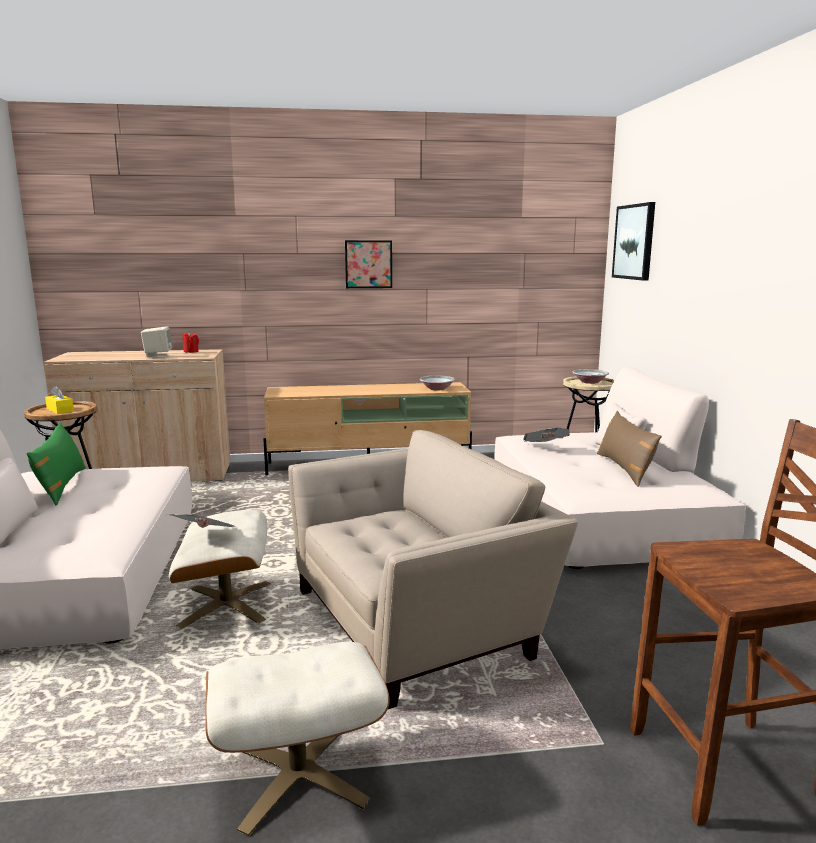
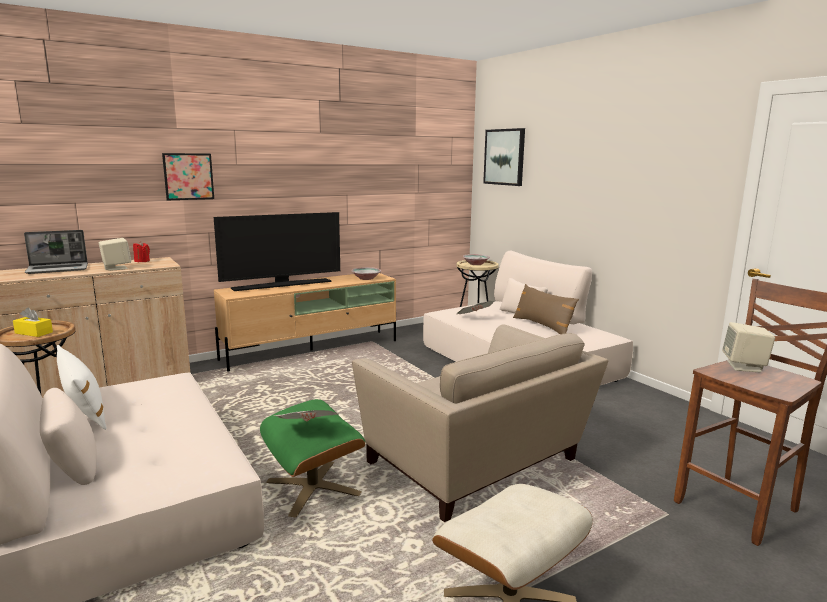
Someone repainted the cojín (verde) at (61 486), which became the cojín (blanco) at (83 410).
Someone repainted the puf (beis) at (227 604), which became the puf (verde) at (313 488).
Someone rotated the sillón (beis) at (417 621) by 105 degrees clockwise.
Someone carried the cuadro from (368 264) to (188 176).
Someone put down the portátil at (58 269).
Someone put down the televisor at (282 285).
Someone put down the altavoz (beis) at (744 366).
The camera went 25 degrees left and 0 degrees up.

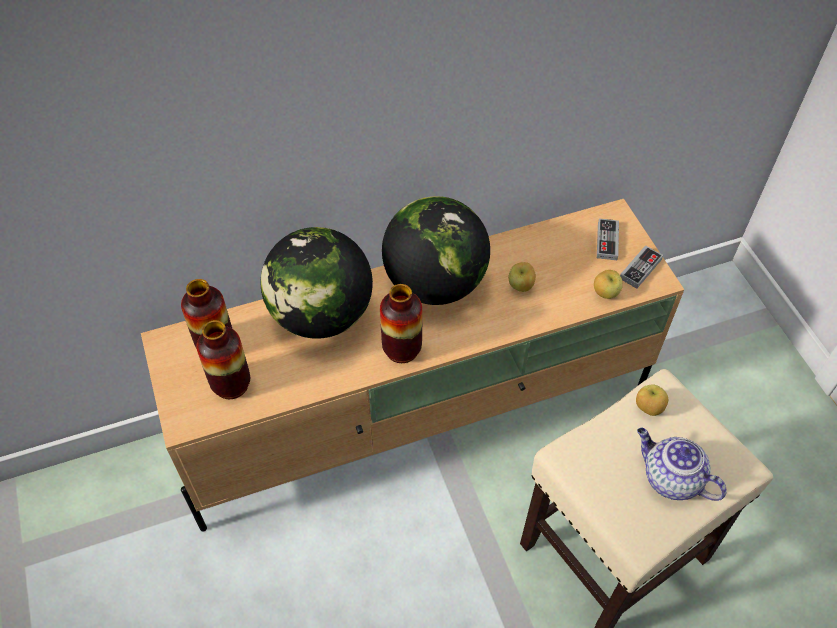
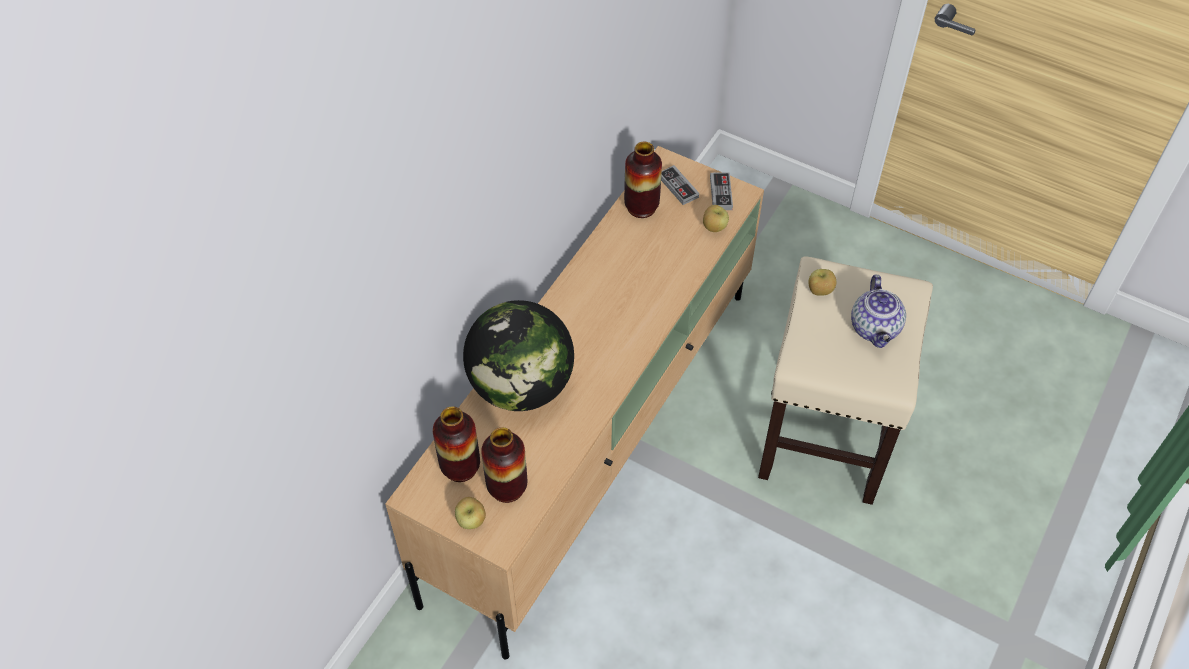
Someone carried the florero from (402 349) to (641 207).
Someone took away the globo terráqueo at (435 283).
Someone carried the manzana from (521 286) to (471 521).
Someone rotated the tetera at (670 478) by 90 degrees counterclockwise.
The camera went 40 degrees left and 0 degrees up.

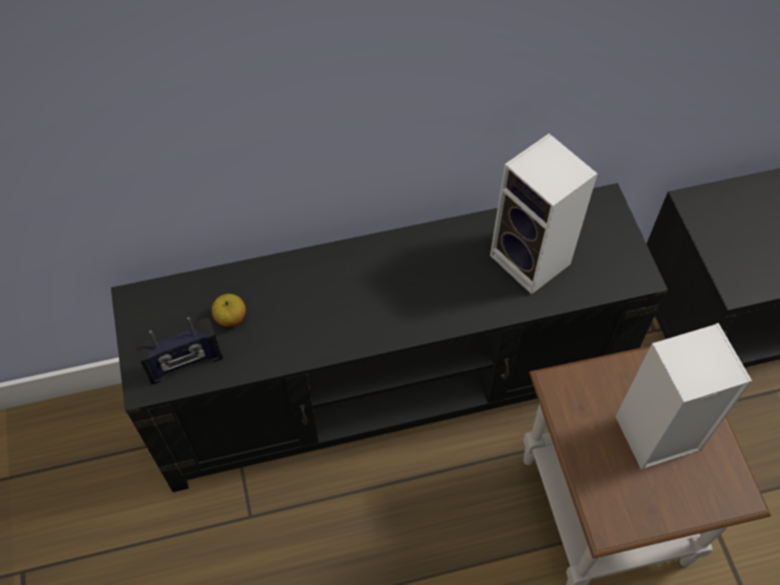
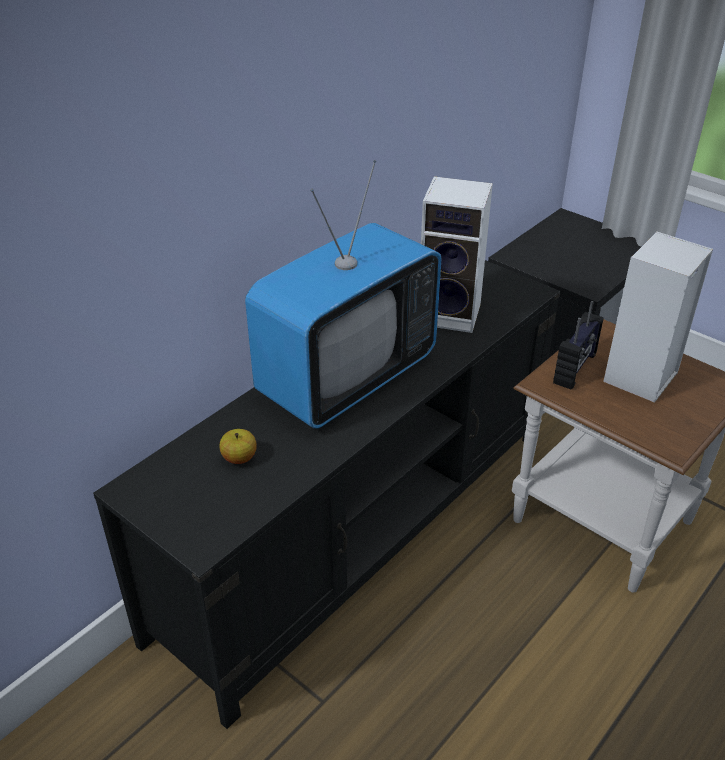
Someone carried the radio from (184 364) to (575 369).
Someone put down the televisor at (347 378).
The camera went 35 degrees left and 20 degrees down.

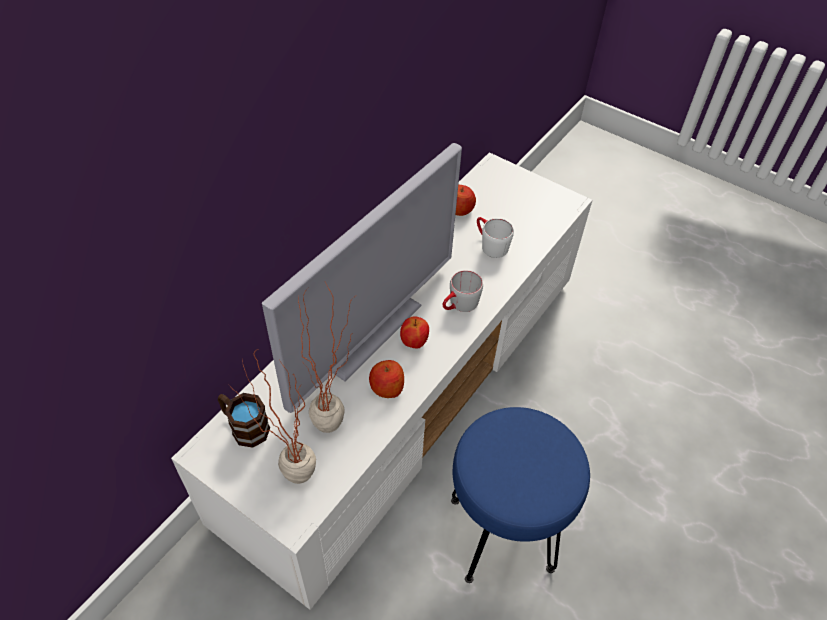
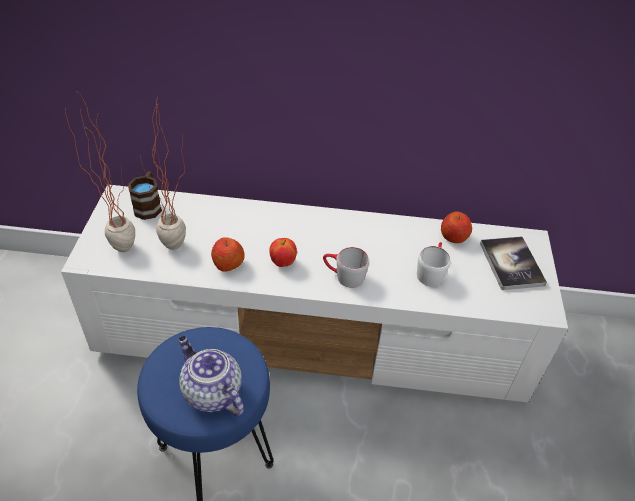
Someone took away the televisor at (368 331).
Someone put down the tetera at (211 392).
Someone put down the libro at (511 264).
The camera went 60 degrees right and 5 degrees down.

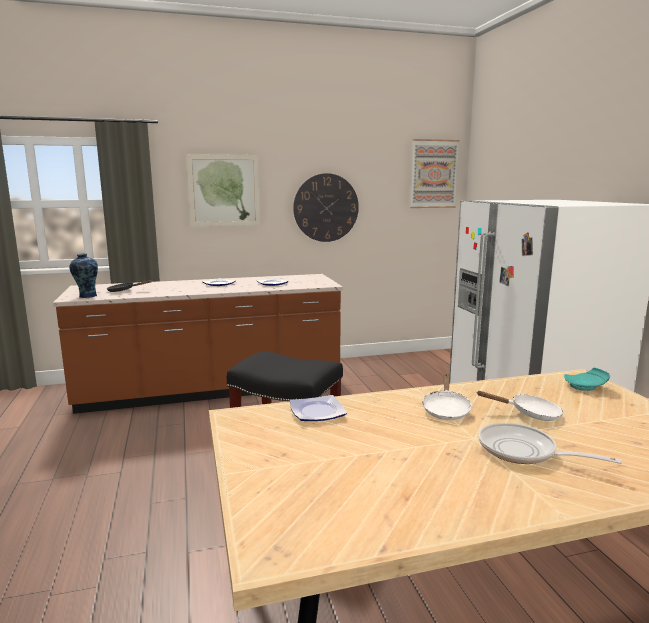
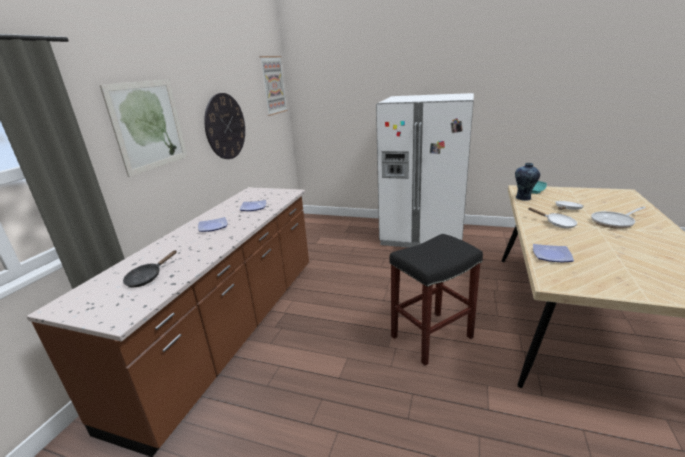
Someone carried the florero from (87 296) to (523 198).
The camera went 55 degrees left and 10 degrees up.

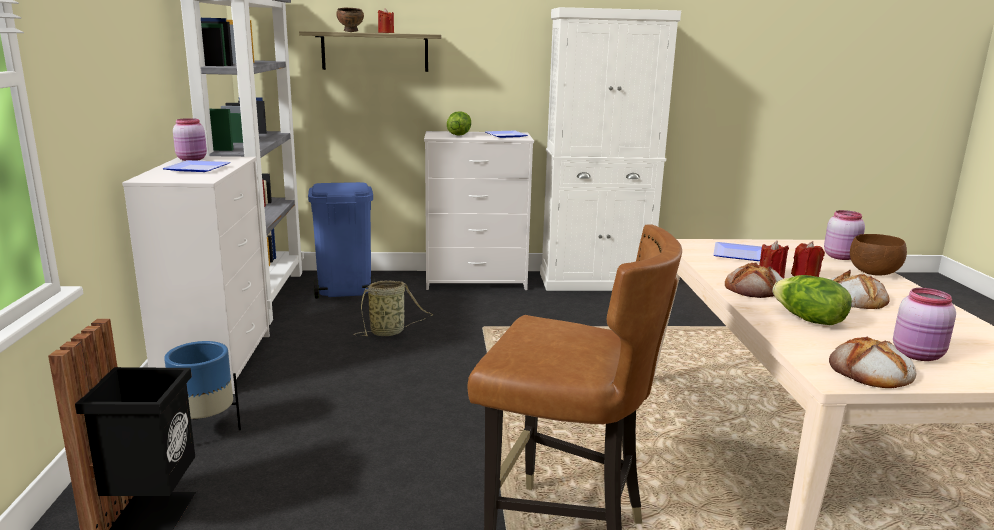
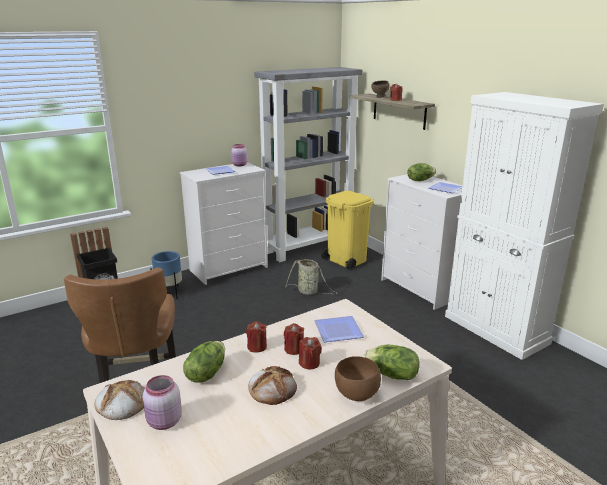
Someone repainted the papelera (azul) at (344 289), which became the papelera (amarillo) at (346 260).
Someone swapped the pan at (755 289) for the vela (rojo) at (257 347).
Someone swapped the tarro (rosa) at (841 257) for the lechuga at (392 375).
The camera went 60 degrees right and 5 degrees up.

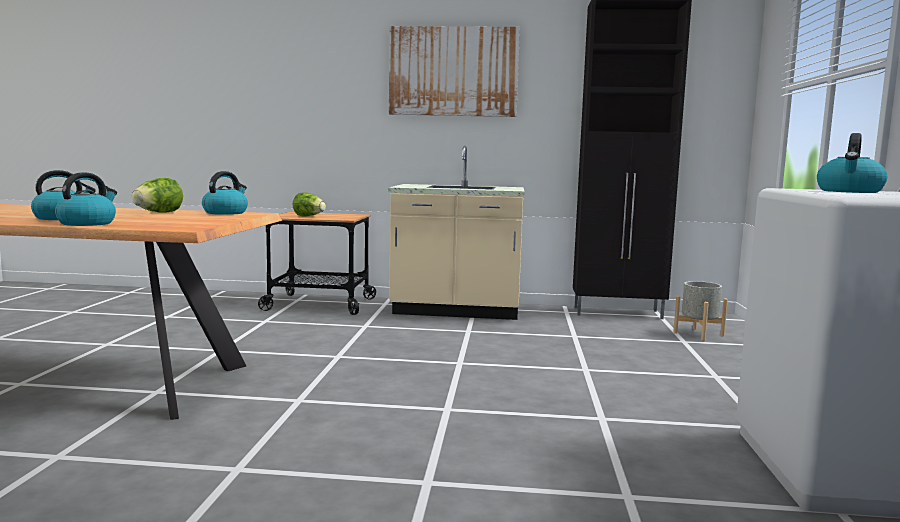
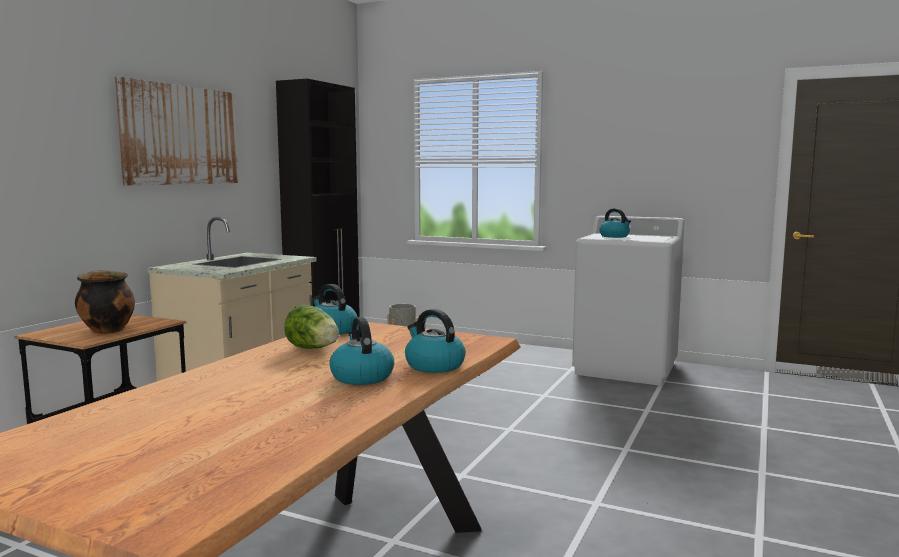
Someone swapped the lechuga at (309 216) for the olla at (106 331).
The camera went 70 degrees left and 0 degrees up.

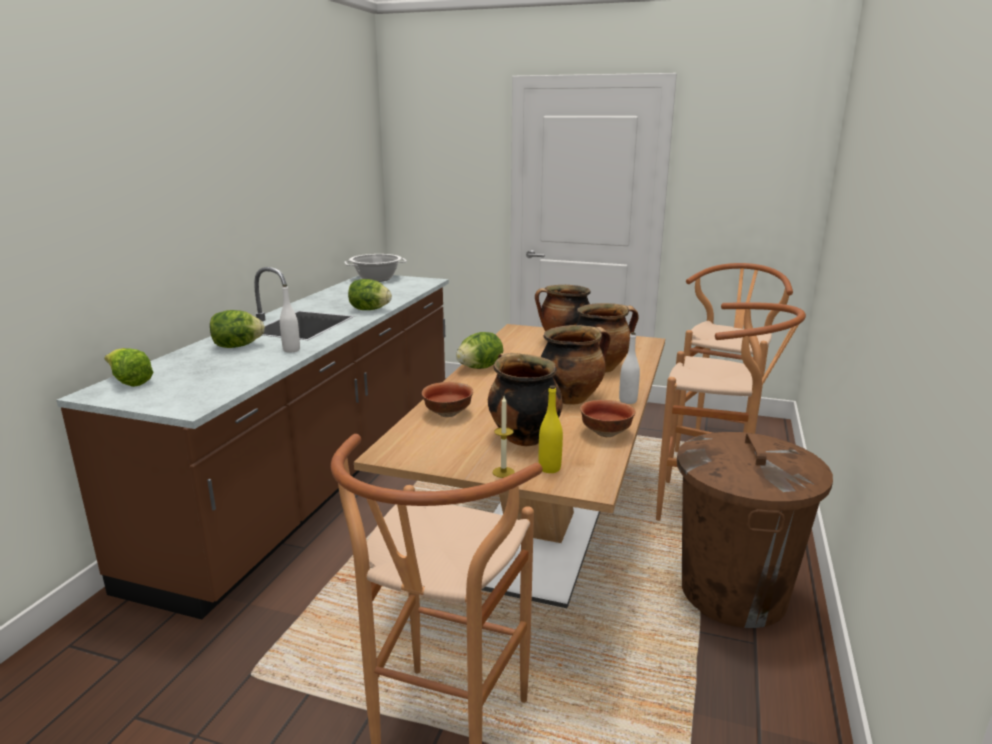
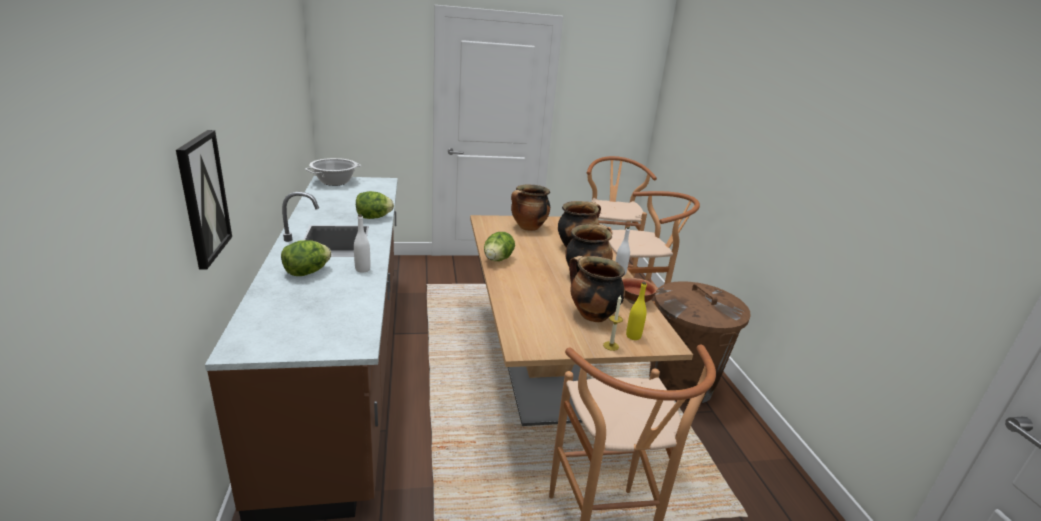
Someone took away the lechuga at (129 382).
Someone took away the cuenco at (448 414).
Someone put up the cuadro at (203 198).
The camera went 30 degrees left and 5 degrees up.

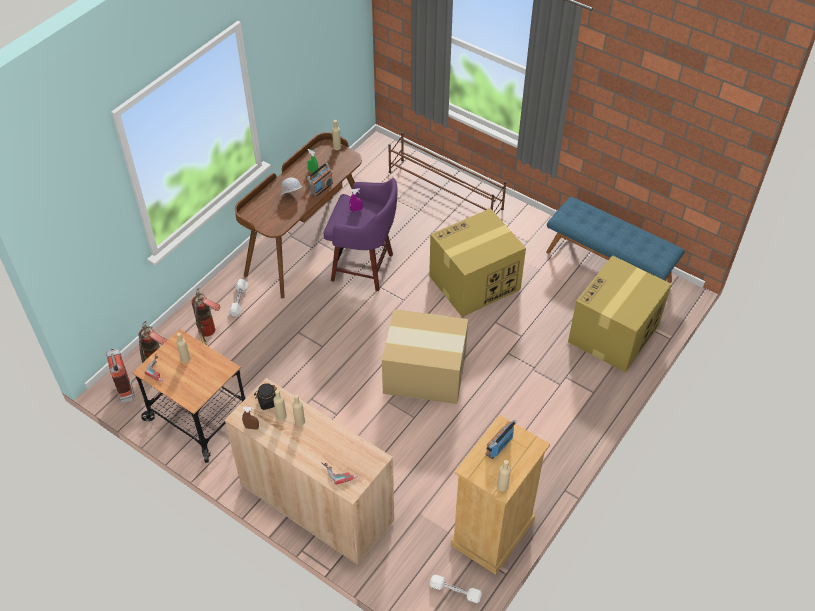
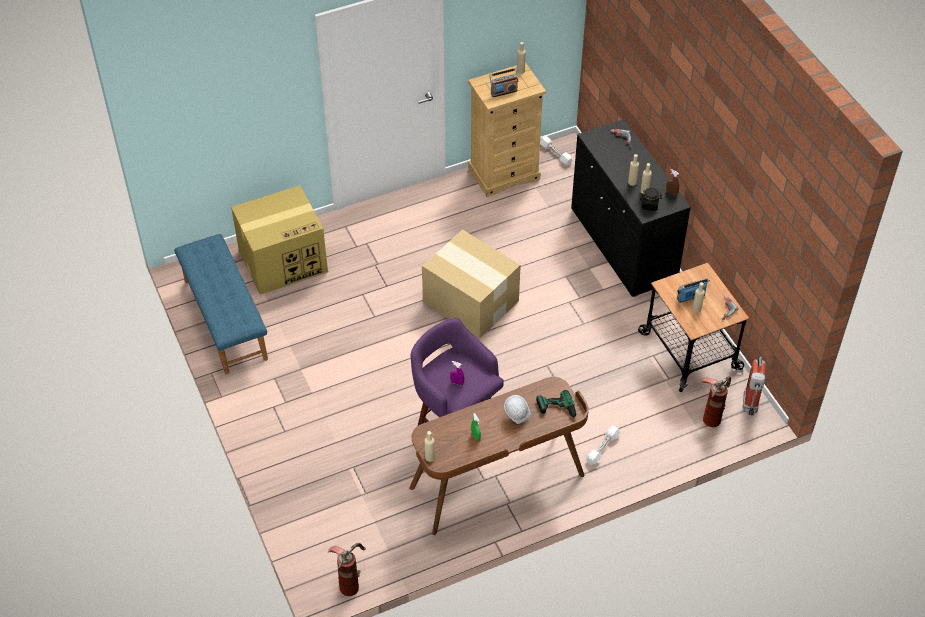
Someone carried the extintor from (208 335) to (350 580).
Someone repainted the armario (beis) at (317 503), which became the armario (negro) at (623 245).
Someone carried the radio from (321 188) to (691 296).
Someone took away the zapatero (marrón) at (445 191).
Someone took away the caja de cartón at (473 283).
Someone put down the taladro at (558 412).
The camera went 150 degrees left and 0 degrees up.

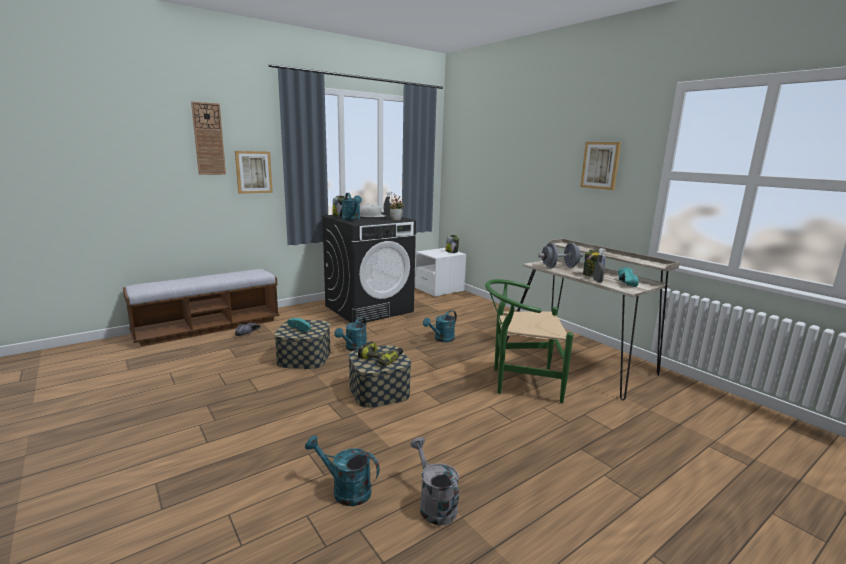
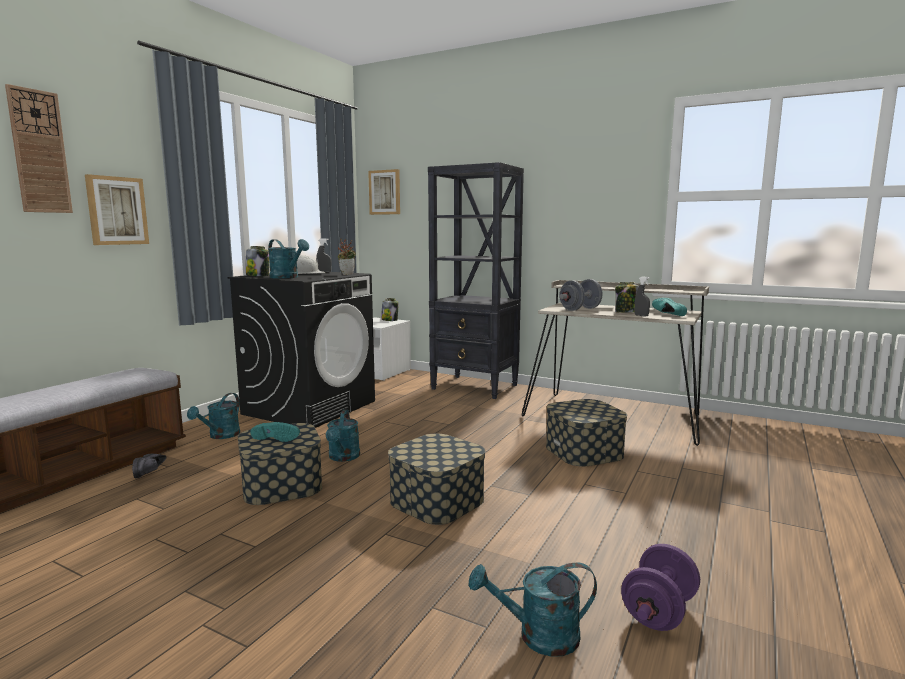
Someone took away the taladro at (381 358).
Someone swapped the regadera (gris) at (434 504) for the mancuerna (morado) at (658 611).
Someone carried the regadera (turquesa) from (441 339) to (220 436).
Someone swapped the silla (verde) at (519 382) for the caja de almacenaje at (584 451).
Someone carried the cuadro from (600 165) to (385 192).
Someone put down the estantería (negro) at (475 387).
The camera went 25 degrees left and 5 degrees down.

